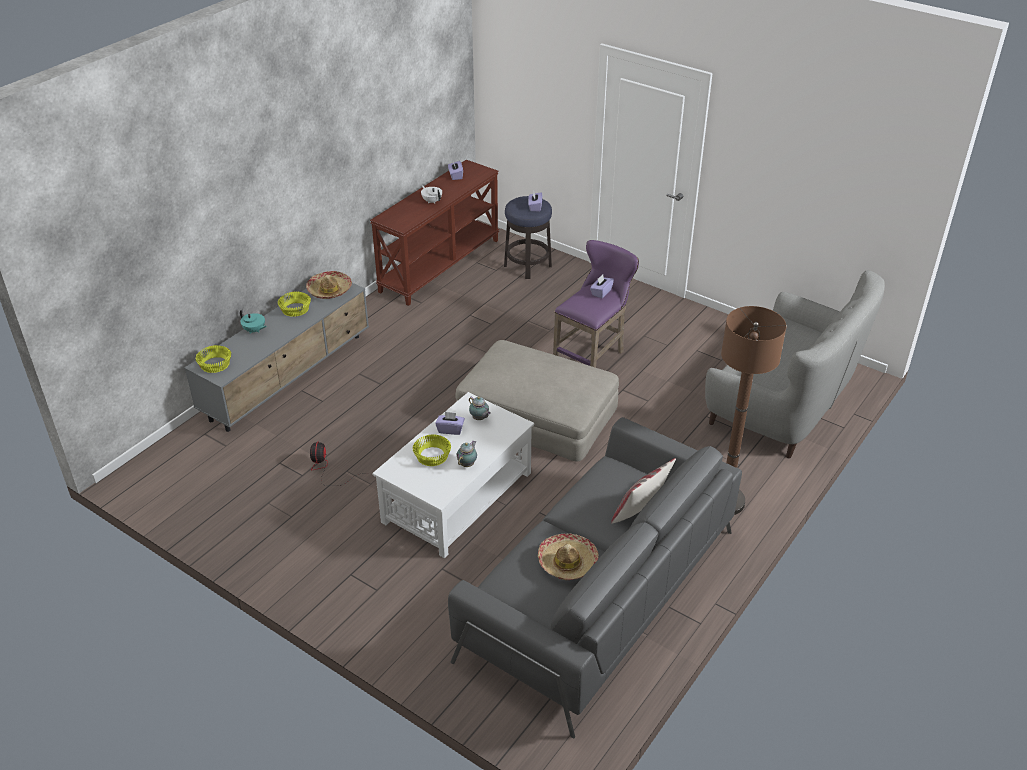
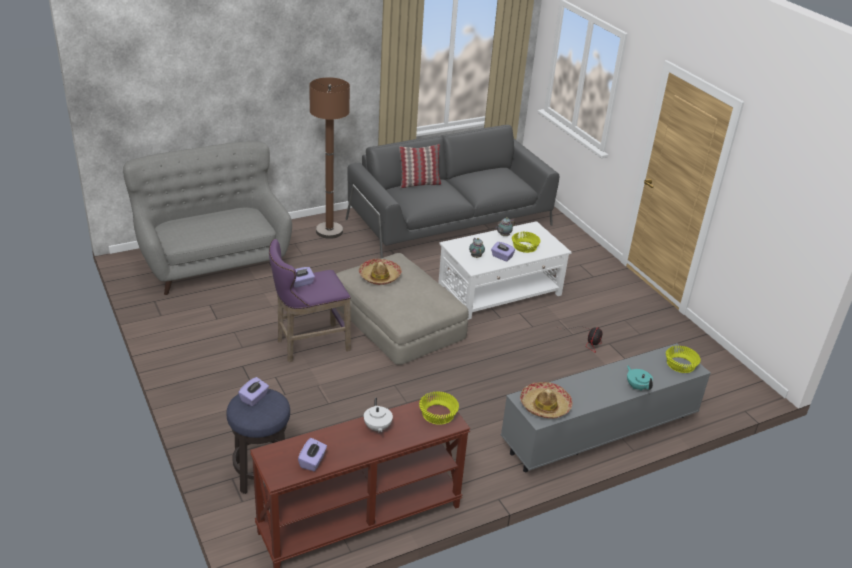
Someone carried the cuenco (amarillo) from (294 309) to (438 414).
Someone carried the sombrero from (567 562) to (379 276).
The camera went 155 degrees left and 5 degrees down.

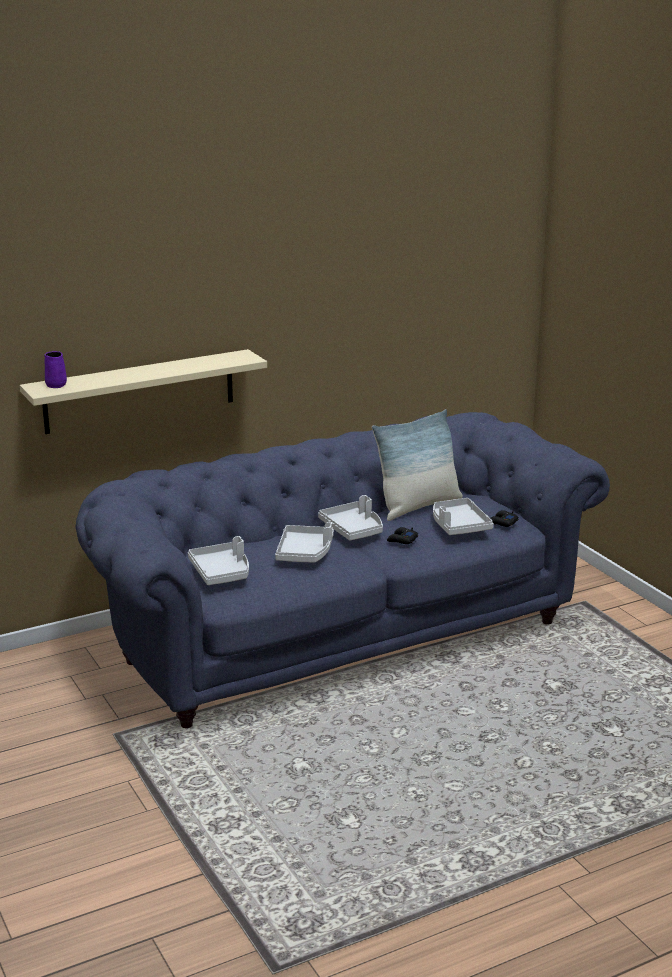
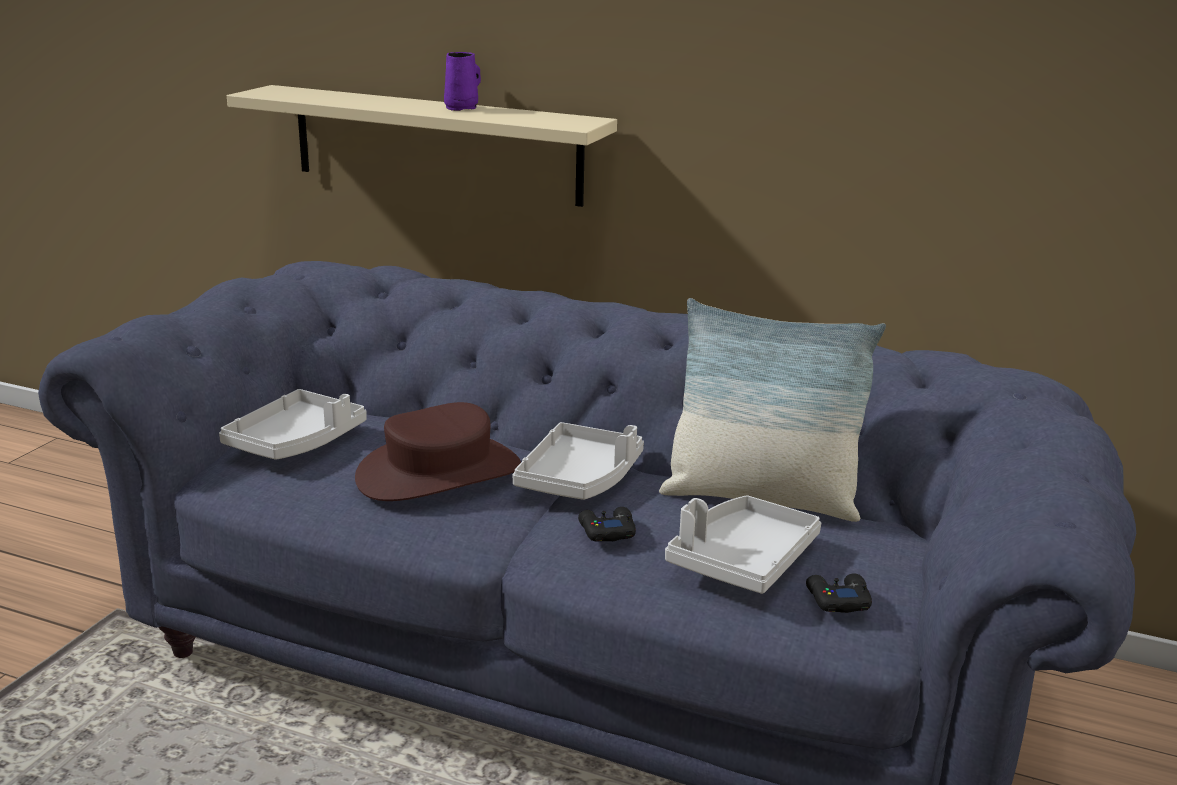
Someone carried the taza grande (morado) from (56 385) to (463 108).
Someone swapped the bandeja (gris) at (305 553) for the sombrero (marrón) at (439 473).
The camera went 50 degrees right and 0 degrees up.

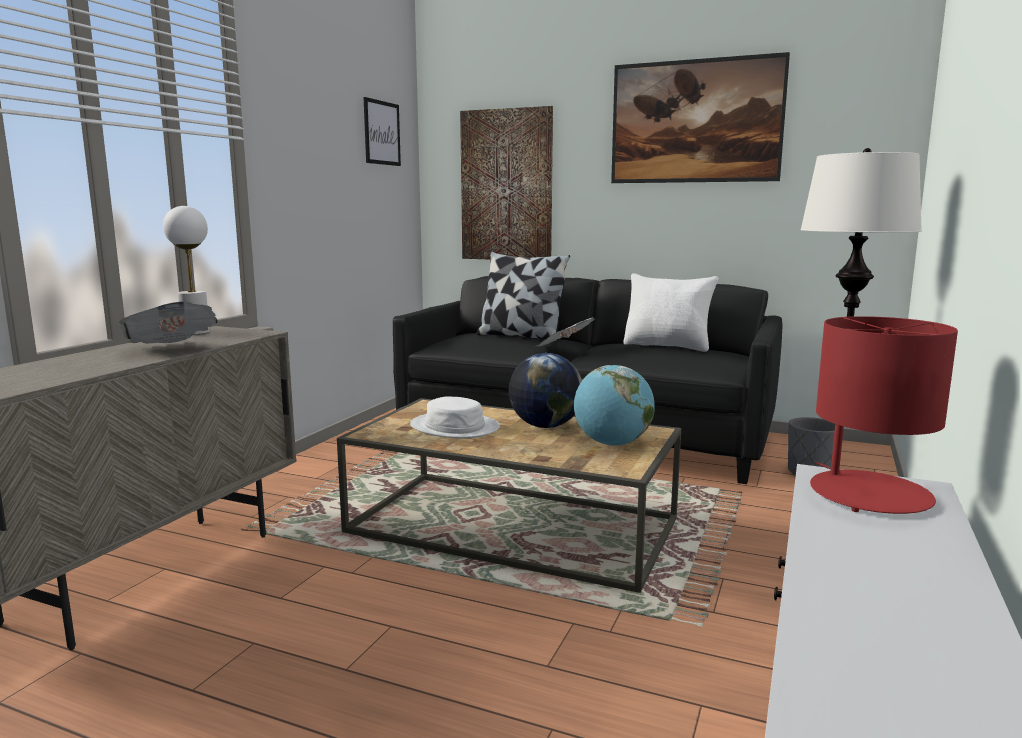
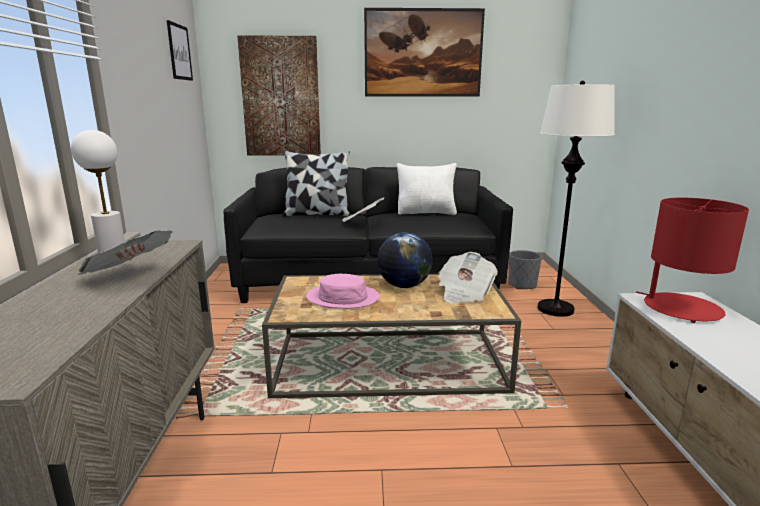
Someone repainted the sombrero (blanco) at (455 427), which became the sombrero (rosa) at (343 298).
Someone swapped the globo terráqueo at (612 444) for the periódico at (464 293).
The camera went 25 degrees left and 5 degrees up.

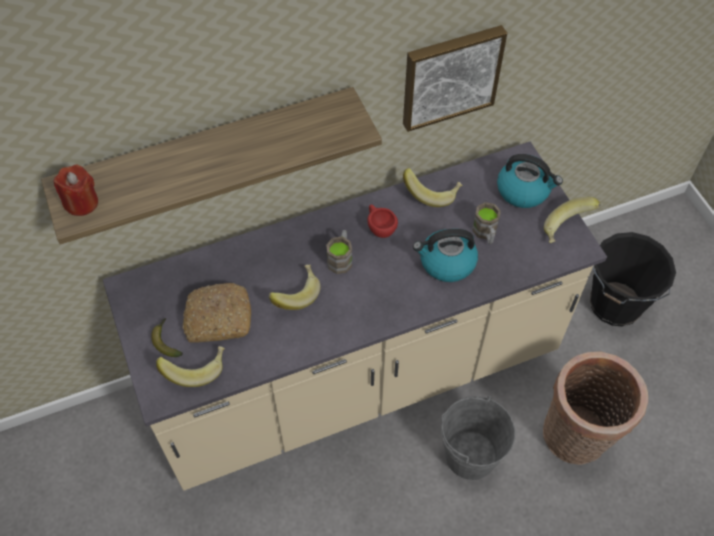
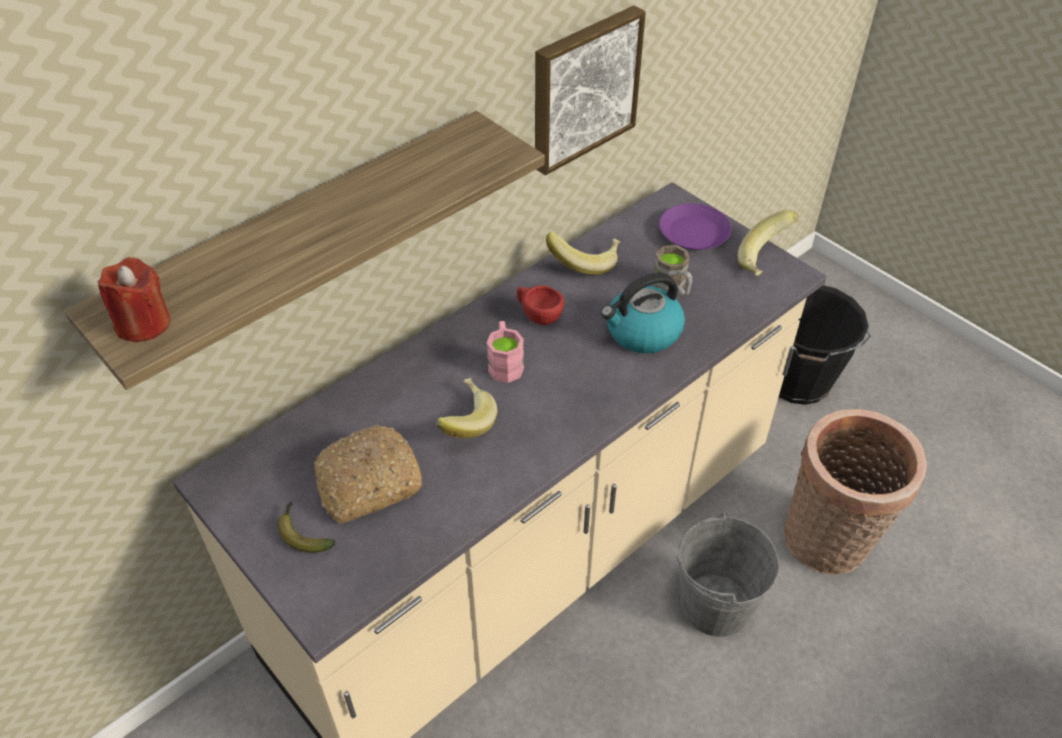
Someone took away the plátano at (195 368).
Someone repainted the taza grande (marrón) at (341 258), which became the taza grande (rosa) at (505 363).
Someone swapped the hervidor at (524 191) for the plato (morado) at (693 233).
The camera went 20 degrees left and 10 degrees down.

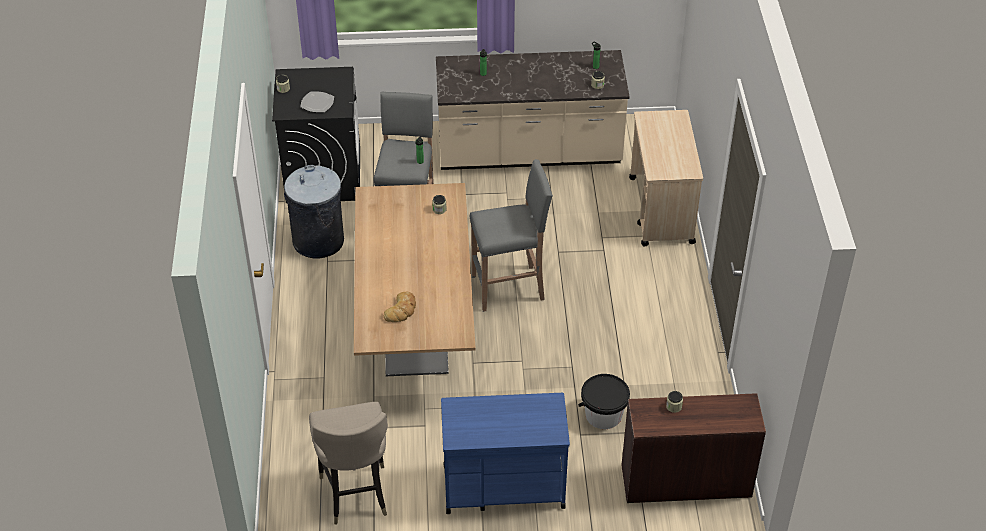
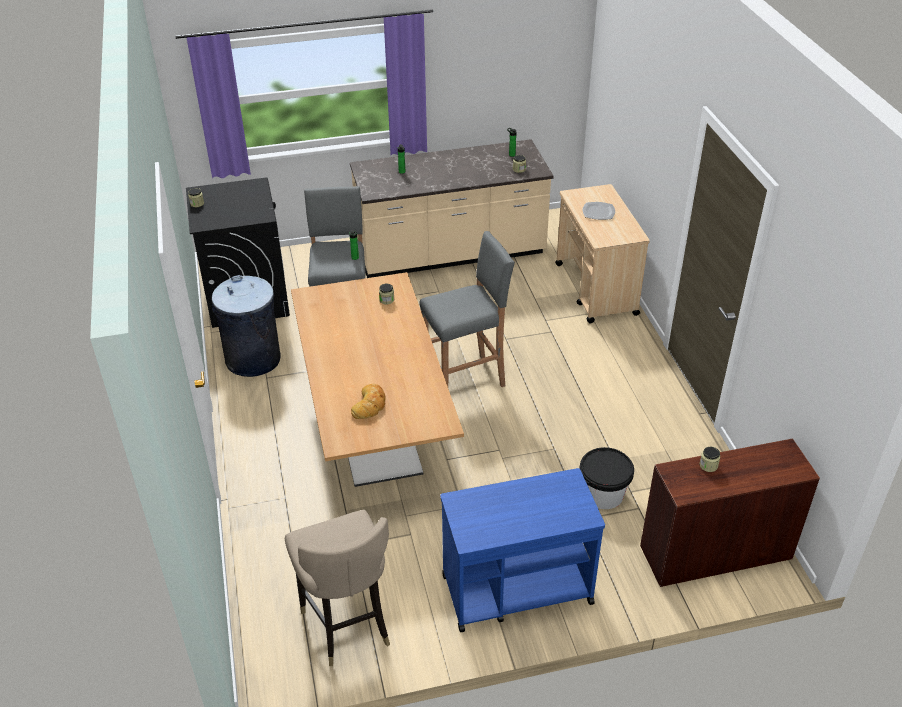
Someone carried the plato from (317 103) to (598 212).
The camera went 10 degrees left and 5 degrees down.

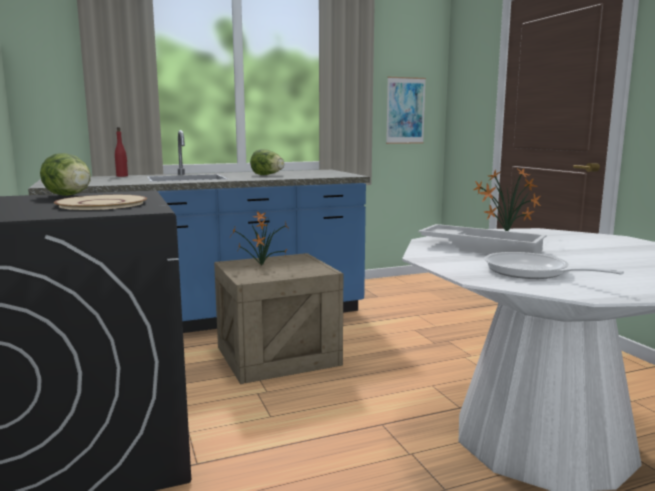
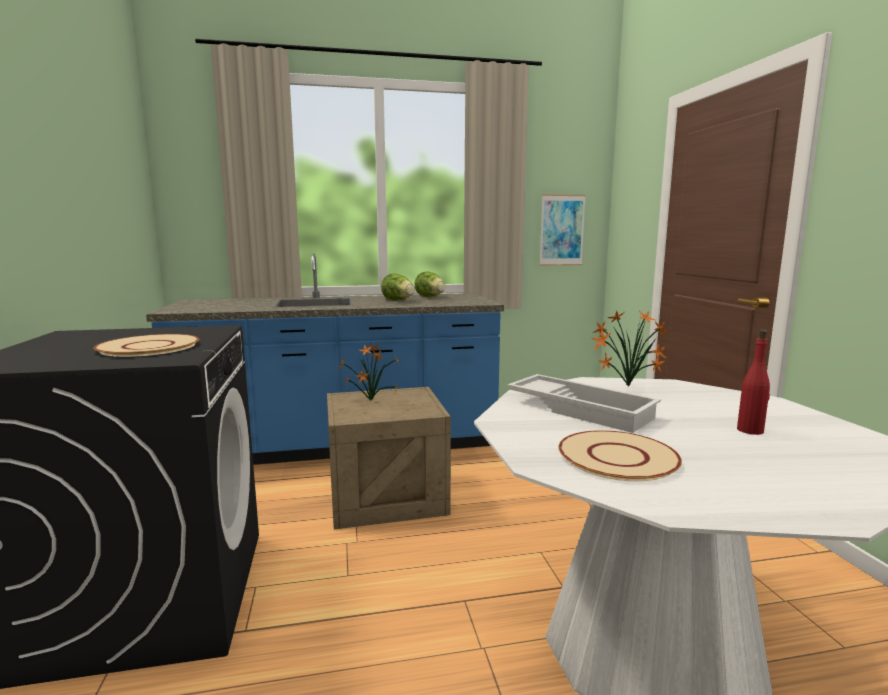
Someone carried the lechuga from (70 196) to (431 297).
Someone carried the botella (rojo) from (122 176) to (750 430).
Someone swapped the sartén at (532 272) for the plato (beis) at (617 457).
The camera went 10 degrees right and 0 degrees up.

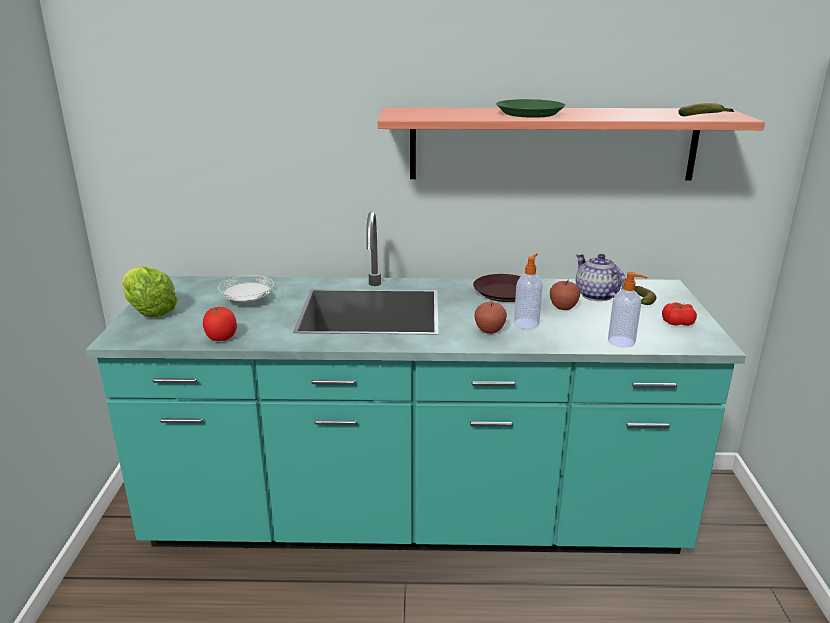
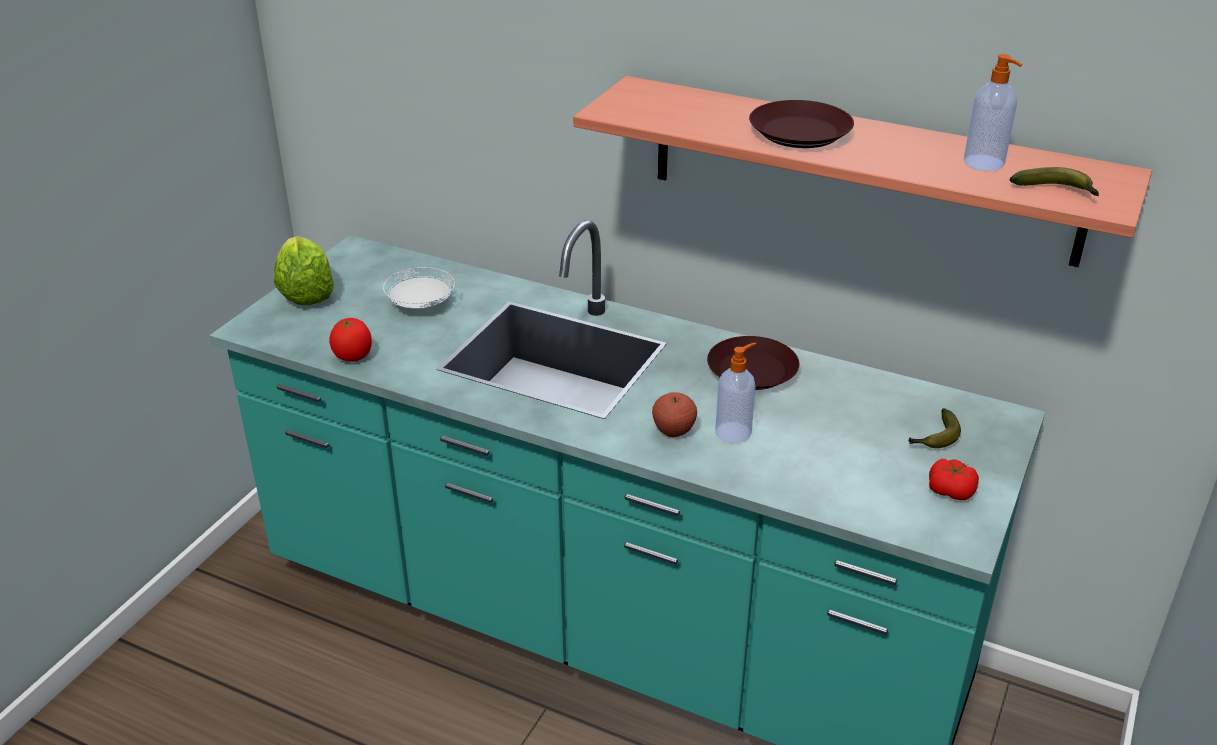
Someone repainted the plato (verde) at (529 113), which became the plato (marrón) at (798 133).
Someone took away the manzana at (563 307).
Someone took away the tetera at (595 295).
Someone carried the dispensador de jabón from (622 342) to (985 163).
The camera went 25 degrees right and 10 degrees up.

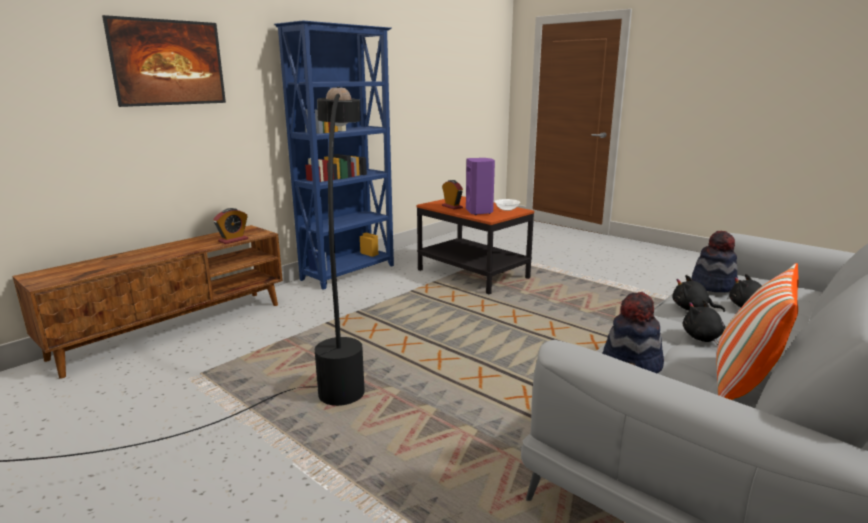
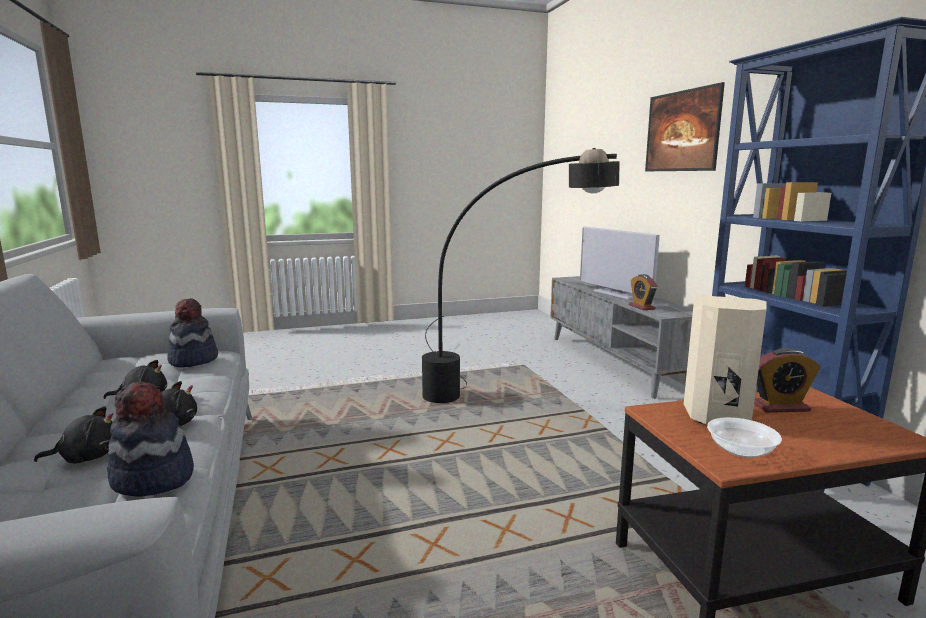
Someone repainted the mueble de televisión (marrón) at (174 329), which became the mueble de televisión (gris) at (614 362).
Someone repainted the altavoz (morado) at (479 212), which became the altavoz (beis) at (718 417).
Someone took away the cojín at (744 383).
Someone put down the televisor at (616 294).
The camera went 120 degrees right and 5 degrees down.

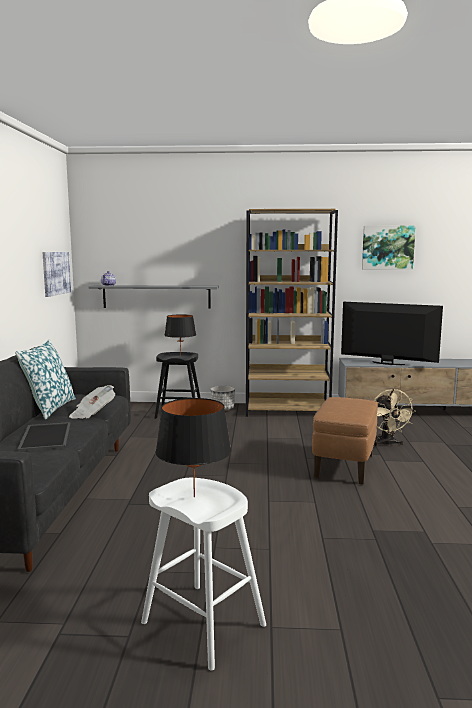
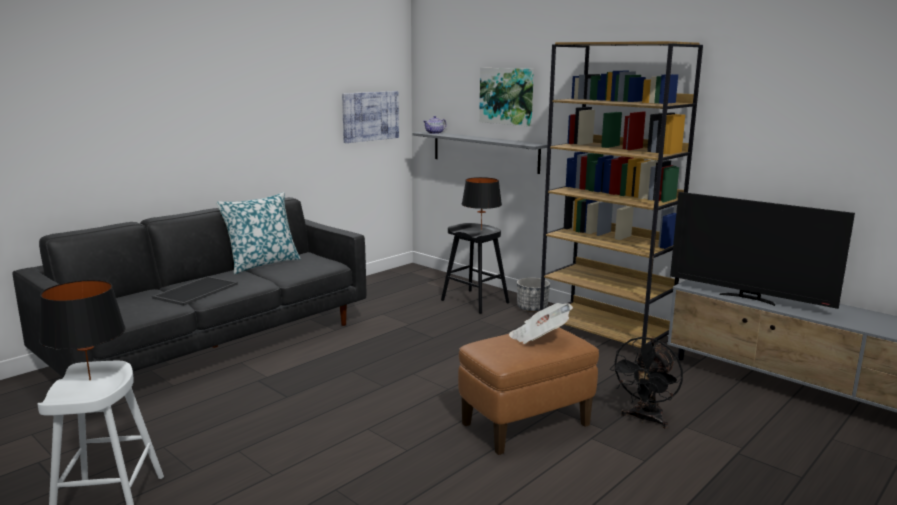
Someone carried the periódico from (92 414) to (539 338).
Someone rotated the televisor at (387 363) by 150 degrees clockwise.
Someone carried the cuadro from (387 247) to (507 96).
Someone repainted the ventilador (beis) at (387 444), which became the ventilador (negro) at (645 419).
The camera went 40 degrees right and 5 degrees up.

